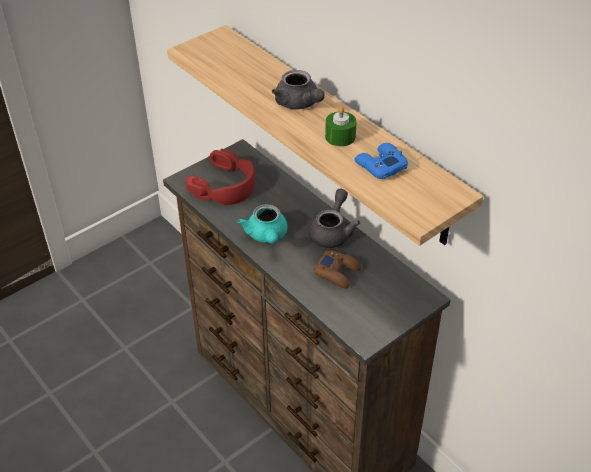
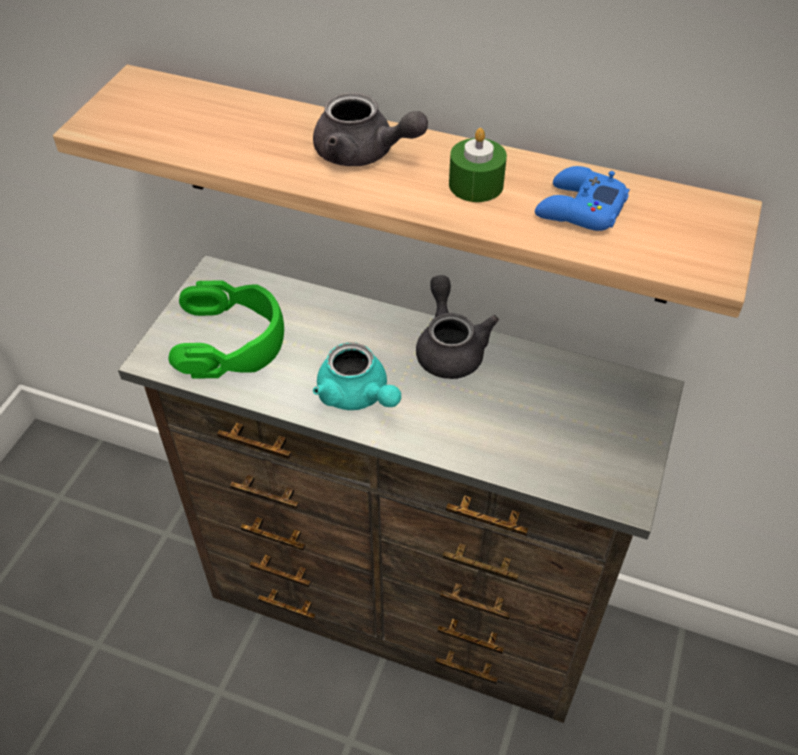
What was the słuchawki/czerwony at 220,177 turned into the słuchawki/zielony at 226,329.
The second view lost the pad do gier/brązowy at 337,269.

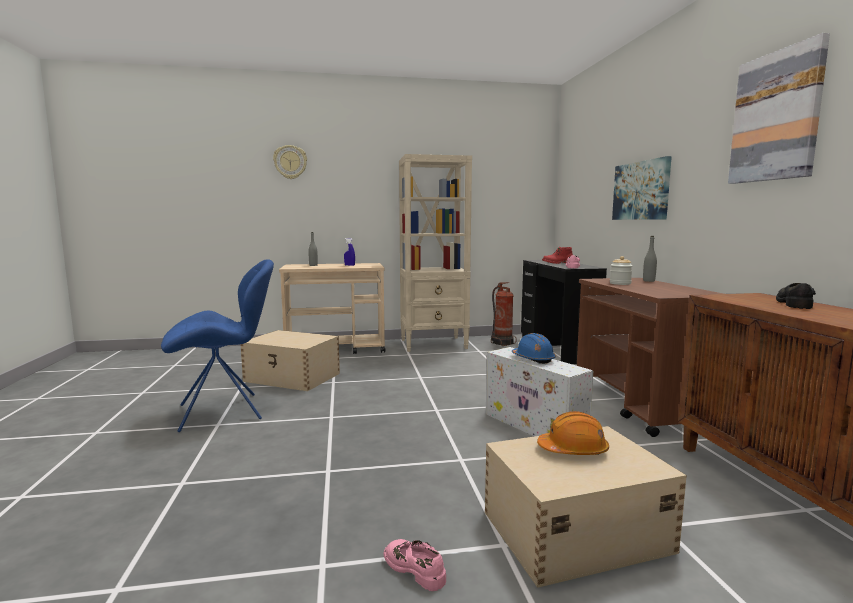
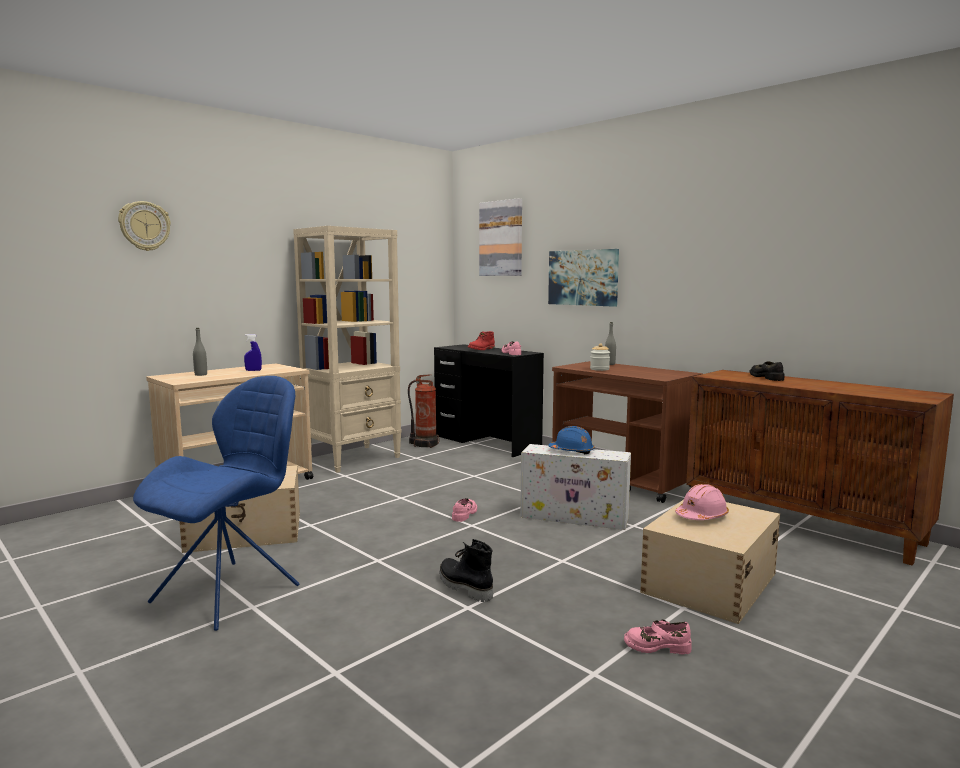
The obraz ended up elsewhere, having gone from 779,108 to 500,237.
What was the kask/pomarańczowy at 573,433 turned into the kask/różowy at 702,502.
The second view gained the but/różowy at 464,510.
The second view gained the but z cholewką/czarny at 466,570.

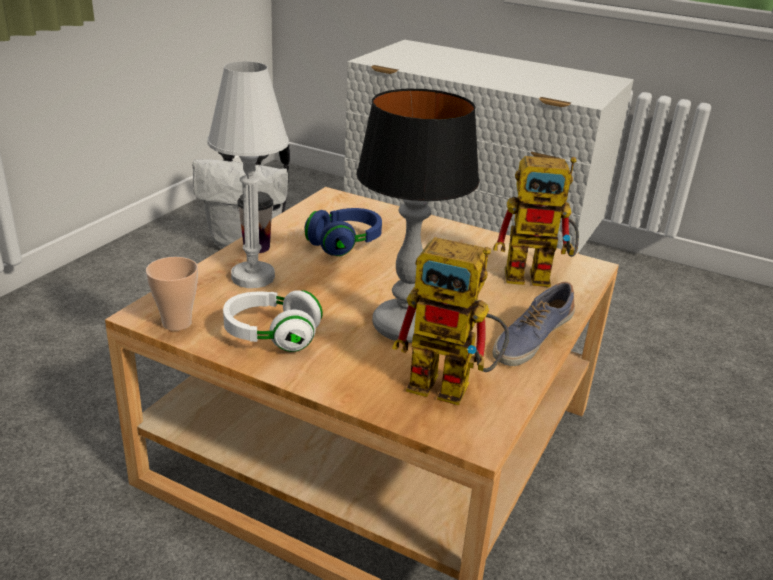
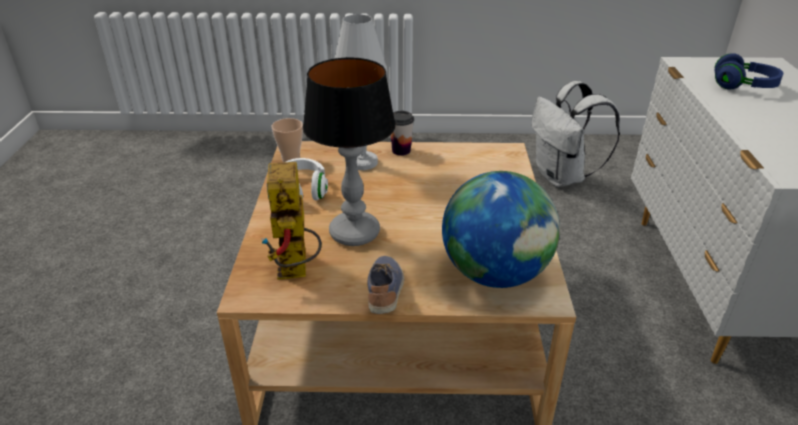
Where the robot zabawkowy stood at 536,221, the globus came to stand at 501,229.
The słuchawki/niebieski ended up elsewhere, having gone from 343,232 to 749,71.
The but at 534,324 ended up facing another way, 75 degrees clockwise from before.

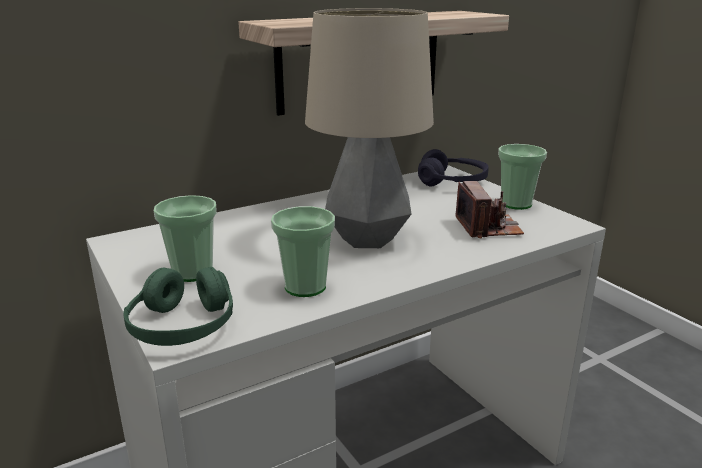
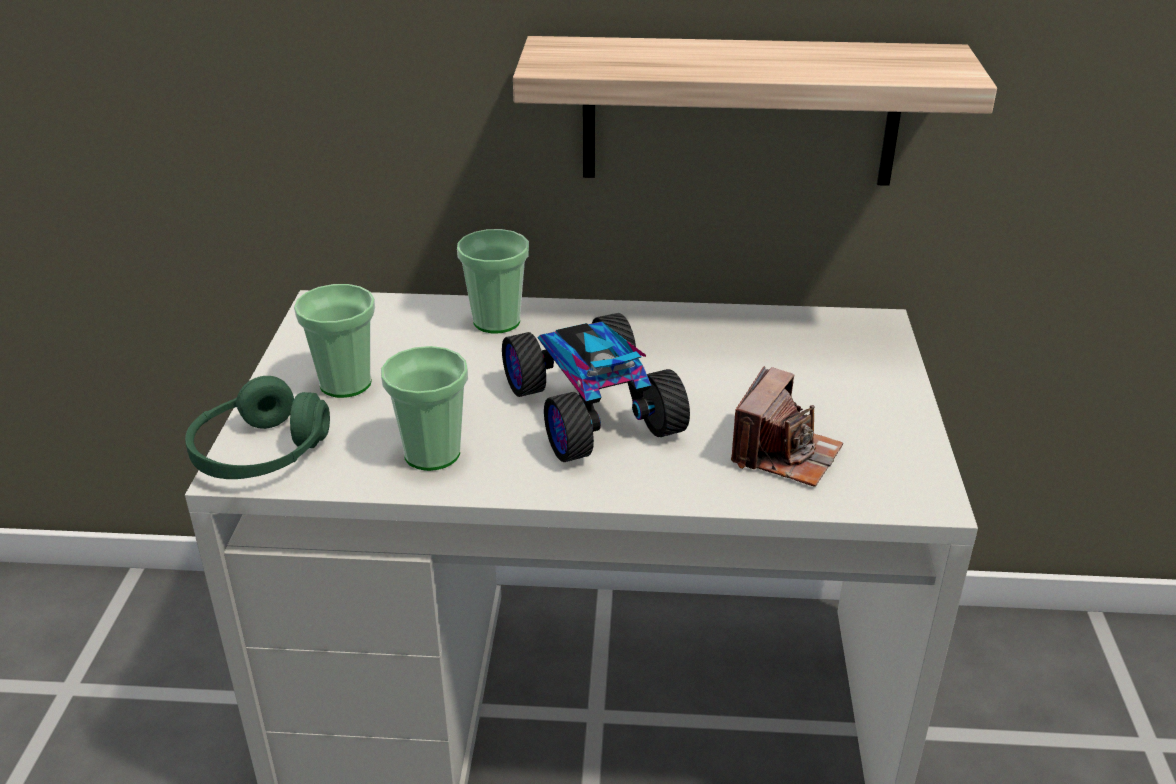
Where the lampa stołowa stood at 369,128, the samochodzik came to stand at 596,387.
The filiżanka ended up elsewhere, having gone from 522,177 to 493,281.
The second view lost the słuchawki/fioletowy at 453,167.

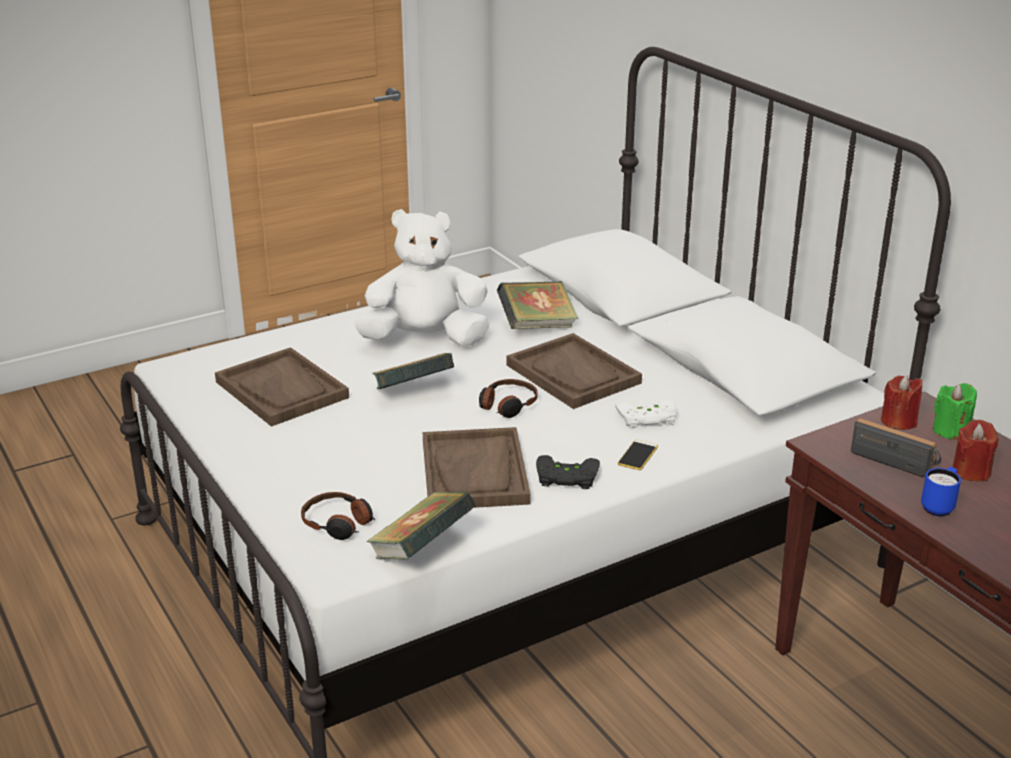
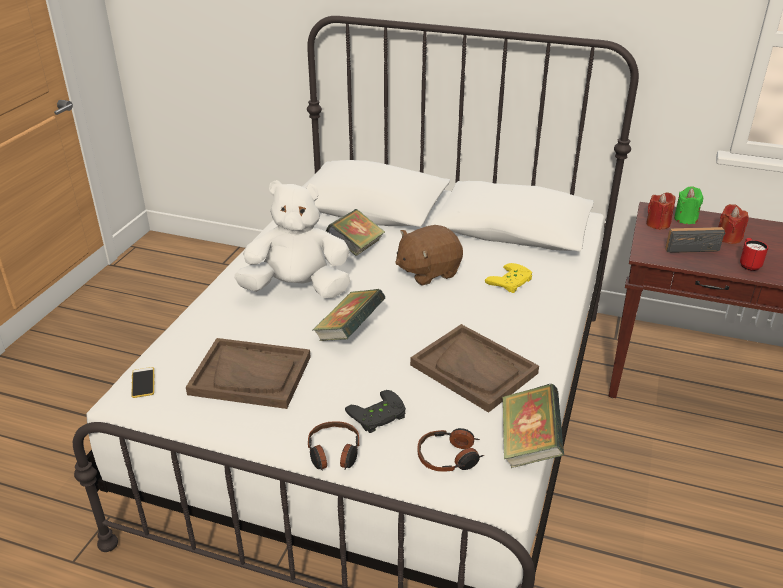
The pluszak/biały at 421,277 ended up facing another way, 45 degrees clockwise from before.
Where the taca/brązowy stood at 574,371, the pluszak/brązowy came to stand at 429,255.
The słuchawki ended up elsewhere, having gone from 508,398 to 333,446.
What was the pad do gier/biały at 645,413 turned into the pad do gier/żółty at 508,278.
The telefon ended up elsewhere, having gone from 638,455 to 142,382.
The pad do gier/czarny ended up elsewhere, having gone from 568,472 to 375,411.
What was the kubek/niebieski at 941,491 turned into the kubek/czerwony at 754,254.

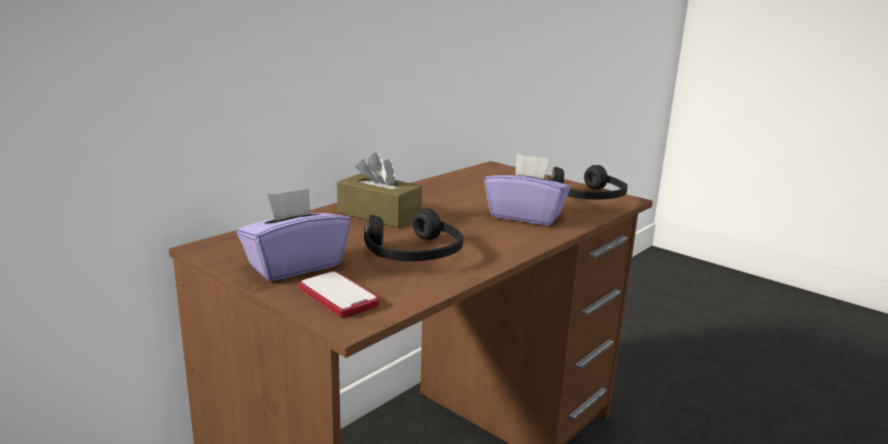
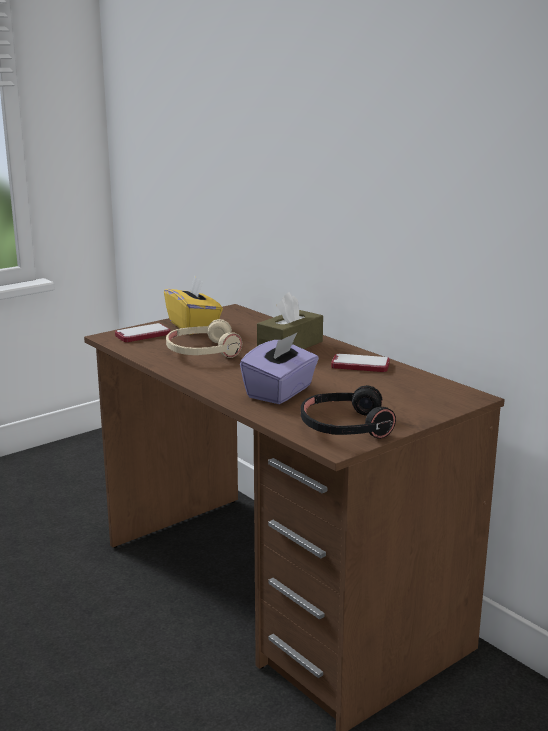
What was the pudełko chusteczek/fioletowy at 294,234 turned into the pudełko chusteczek/żółty at 193,305.
What was the słuchawki/czarny at 413,234 turned into the słuchawki/beżowy at 204,338.
The second view gained the telefon at 360,363.

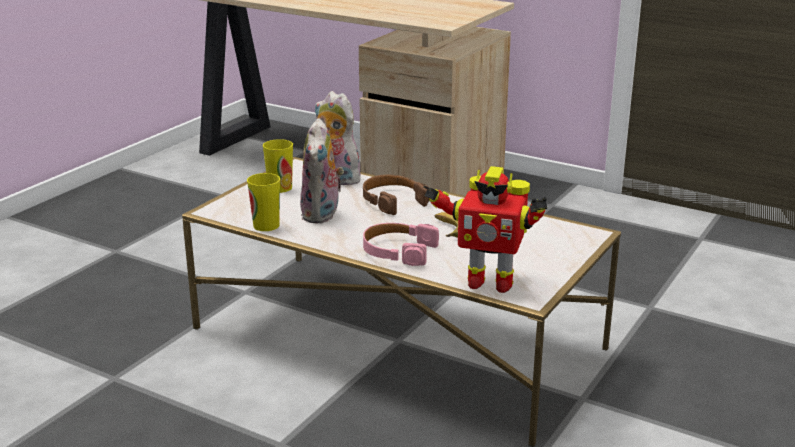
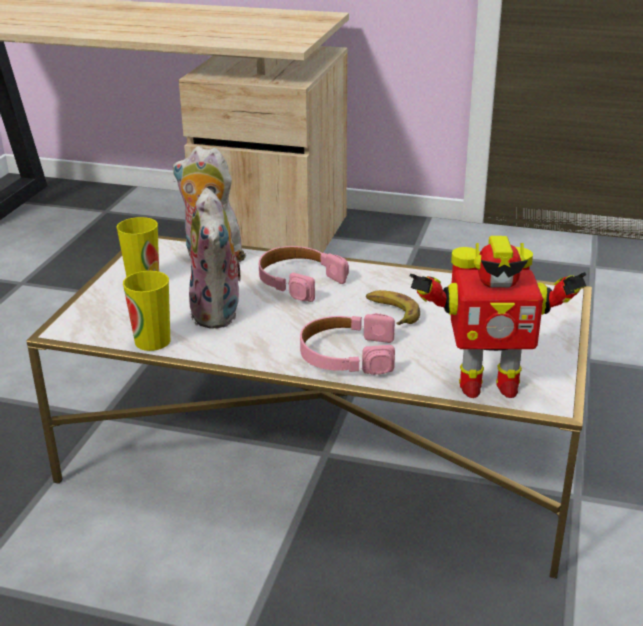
What was the słuchawki/brązowy at 396,195 turned into the słuchawki/różowy at 304,274.

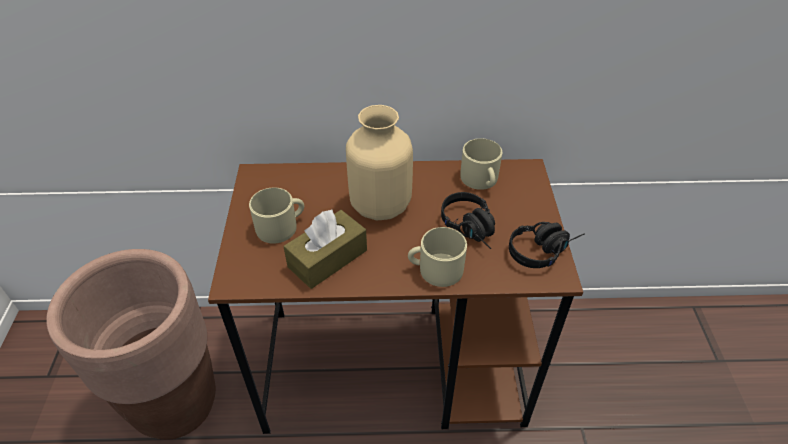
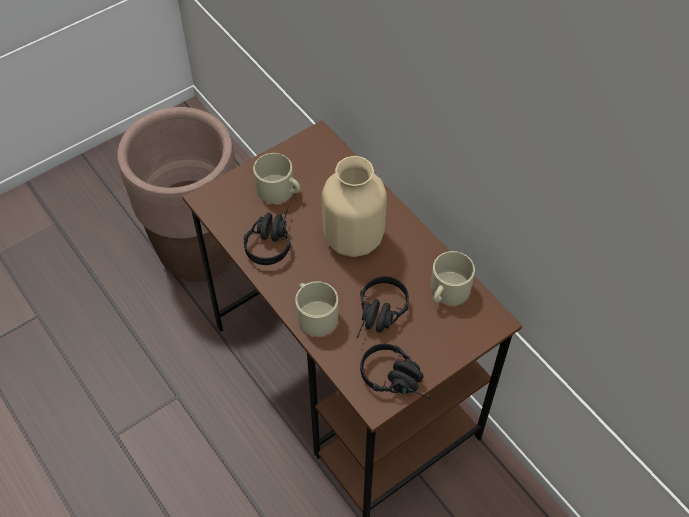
Where the pudełko chusteczek/brązowy stood at 325,249, the słuchawki/czarny came to stand at 267,235.

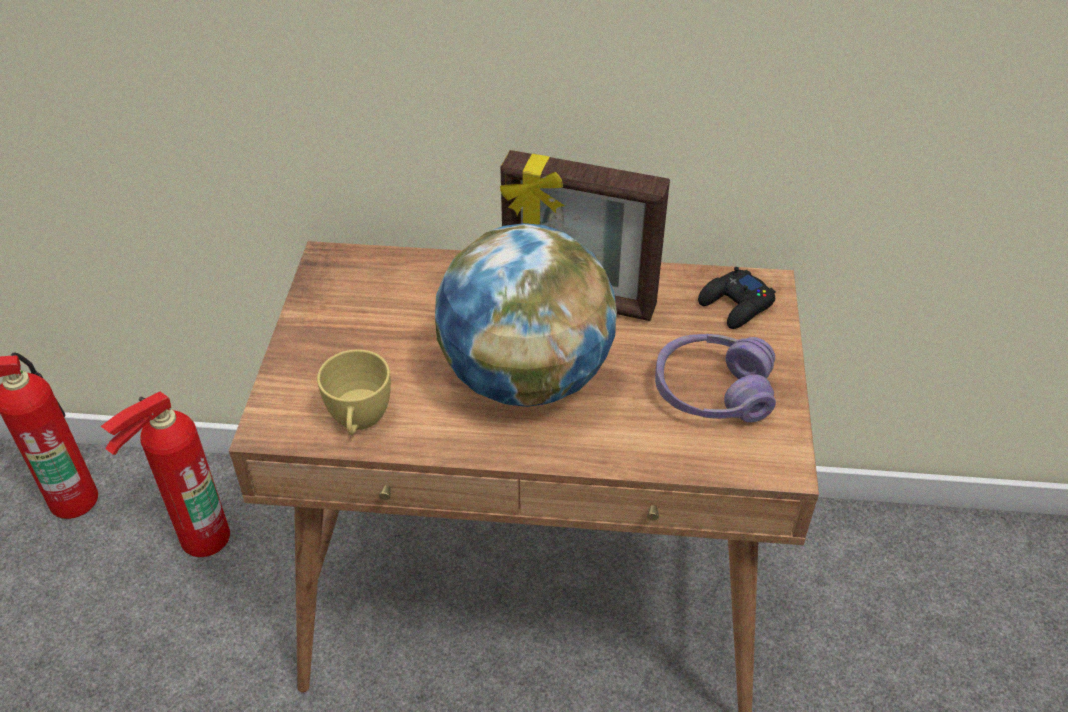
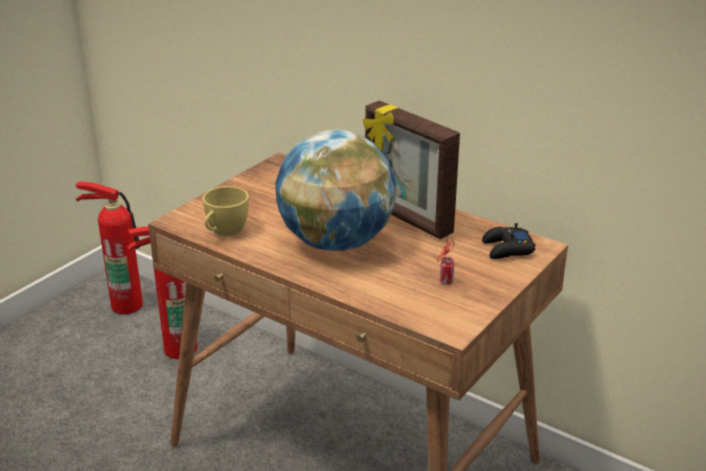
Where the słuchawki/fioletowy stood at 715,378, the puszka came to stand at 445,262.

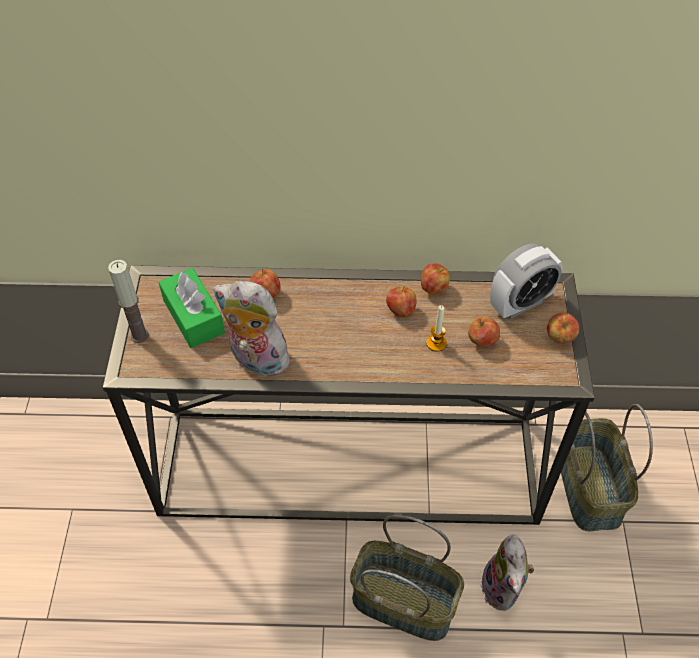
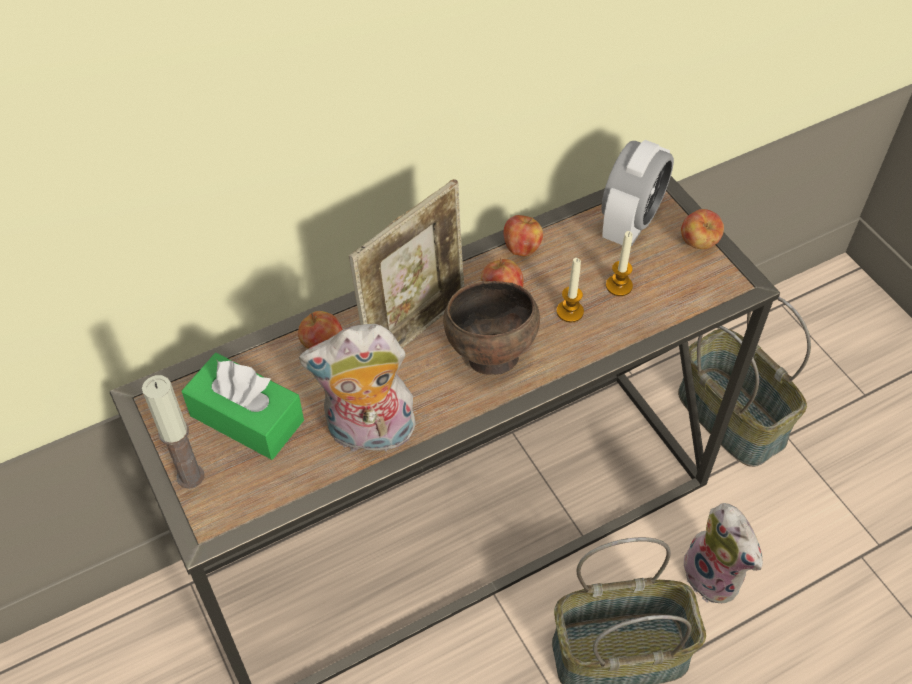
Where the jabłko stood at 484,332, the świeca came to stand at 619,263.
The second view gained the ramka na zdjęcie at 406,263.
The second view gained the miska/brązowy at 491,328.

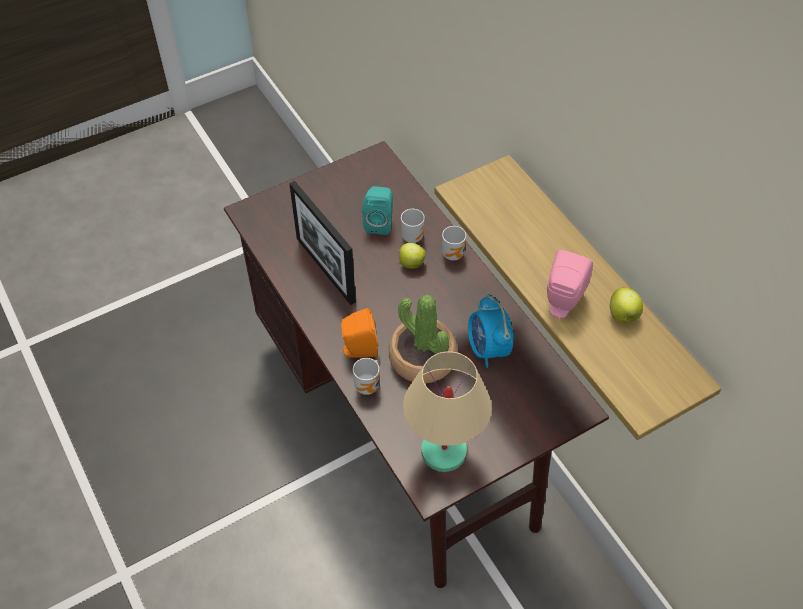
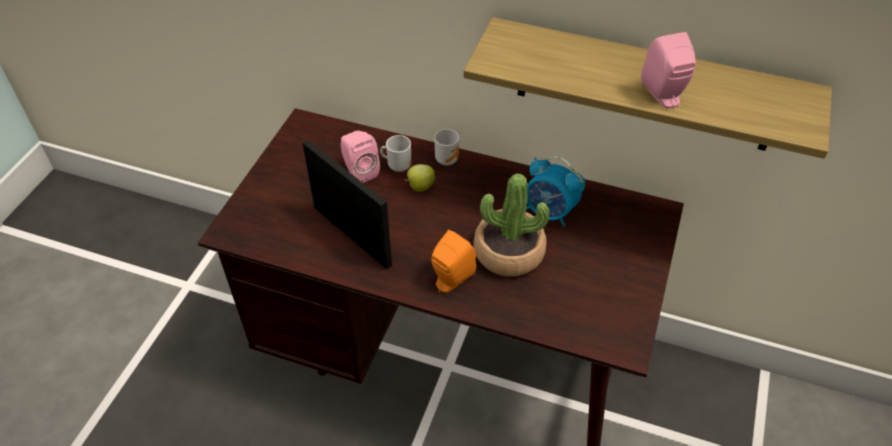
The ramka na zdjęcie at 322,243 ended up facing another way, 150 degrees counterclockwise from before.
What was the głośnik/turkusowy at 377,210 turned into the głośnik/różowy at 360,157.
The second view lost the jabłko at 626,305.
The second view lost the lampa stołowa/beżowy at 447,411.
The second view lost the kubek at 366,376.

